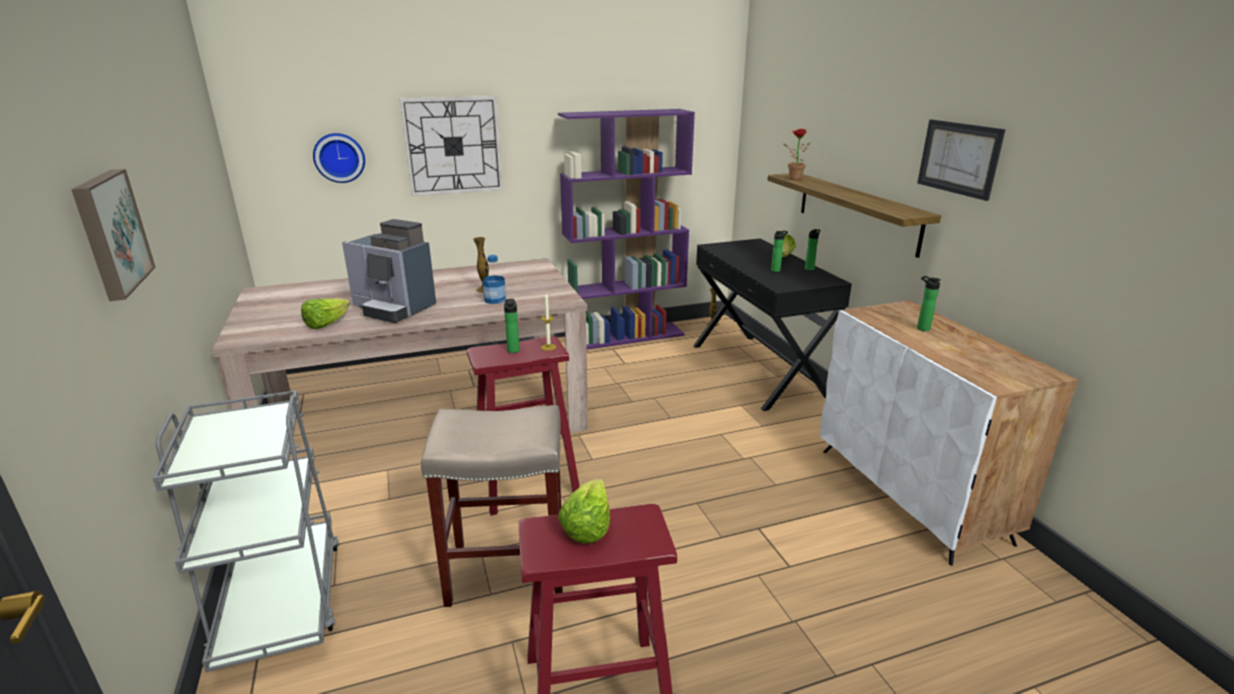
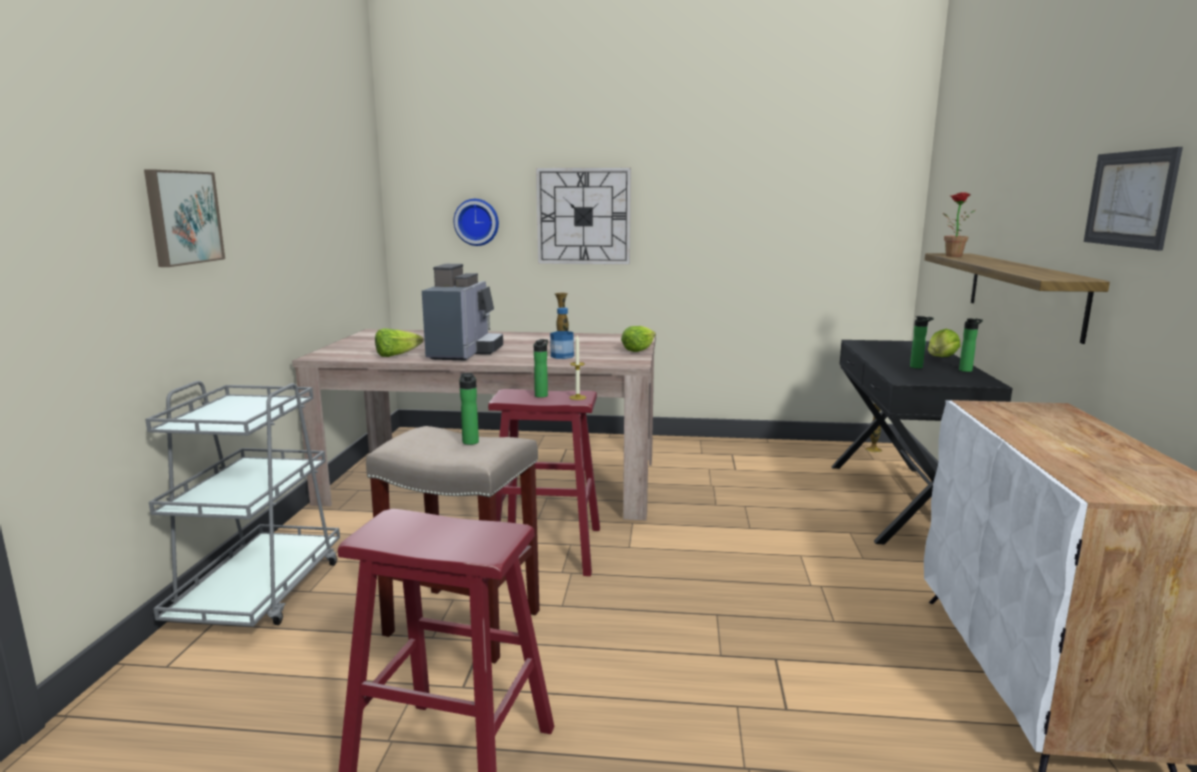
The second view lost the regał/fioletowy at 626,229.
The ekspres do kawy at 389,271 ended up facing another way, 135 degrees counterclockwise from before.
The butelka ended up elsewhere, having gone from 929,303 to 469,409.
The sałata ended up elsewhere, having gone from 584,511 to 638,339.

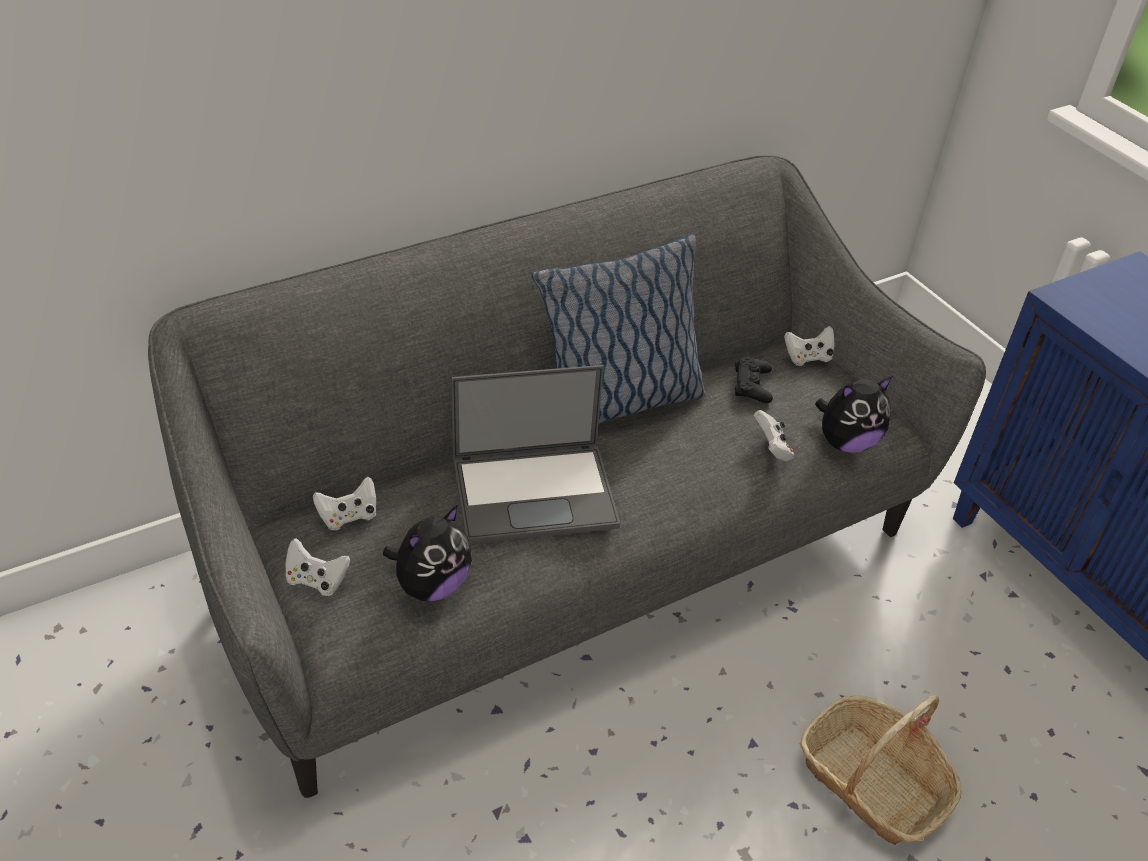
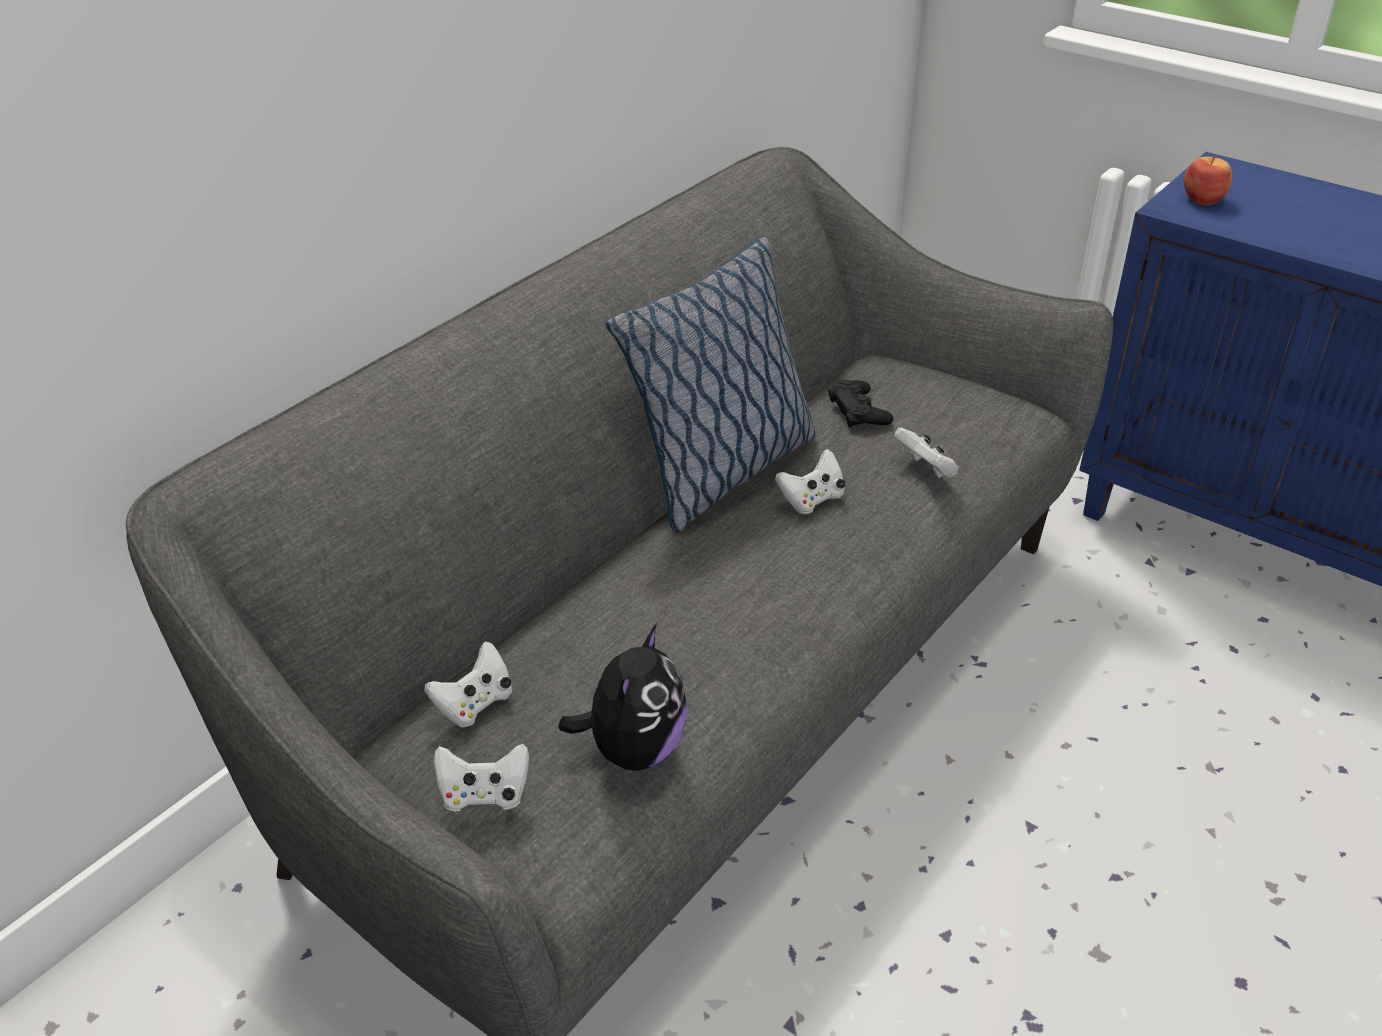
The pad do gier/biały ended up elsewhere, having gone from 809,346 to 810,481.
The second view lost the laptop at 535,454.
The second view lost the pluszak at 853,414.
The second view lost the koszyk at 881,770.
The second view gained the jabłko at 1208,181.

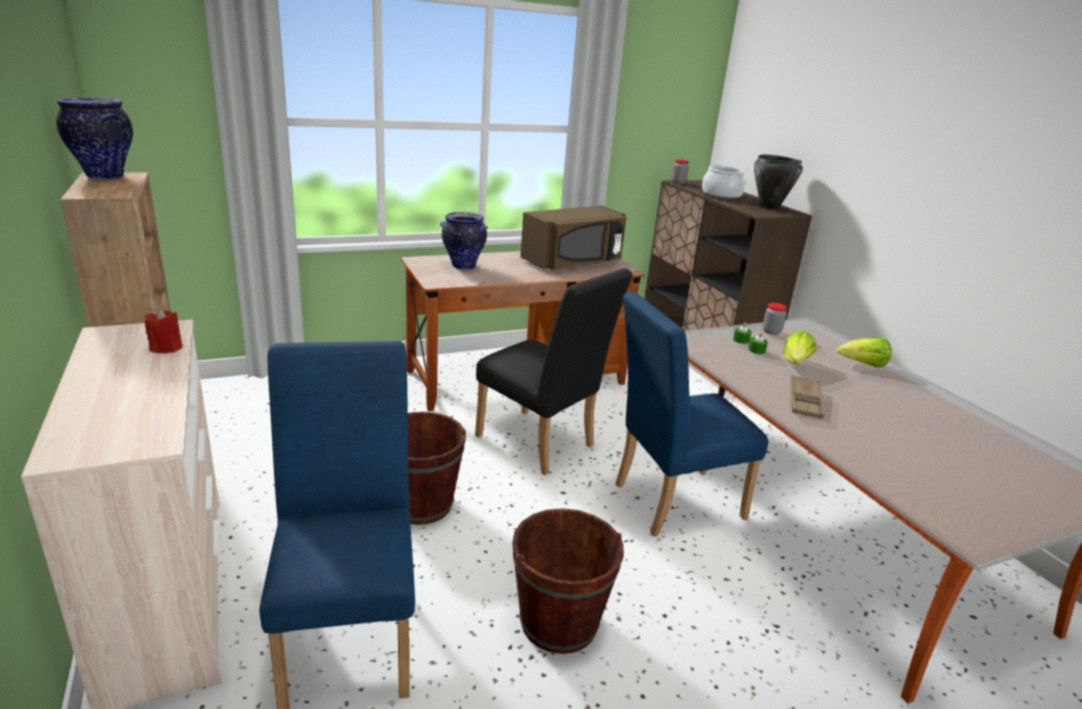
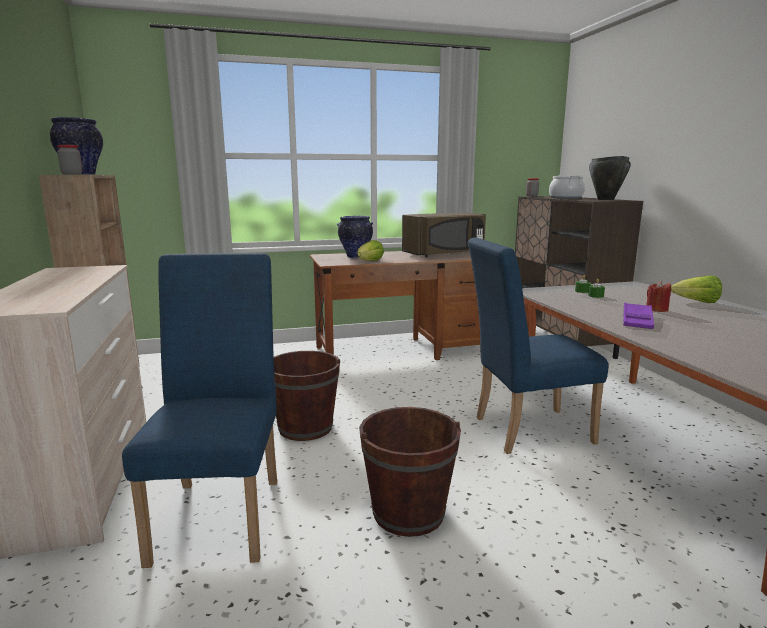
The second view lost the krzesło/czarny at 554,371.
The słoik ended up elsewhere, having gone from 774,319 to 70,160.
The świeca/czerwony ended up elsewhere, having gone from 163,331 to 658,296.
The sałata ended up elsewhere, having gone from 799,347 to 370,250.
What was the taca/brązowy at 807,397 turned into the taca/fioletowy at 638,315.

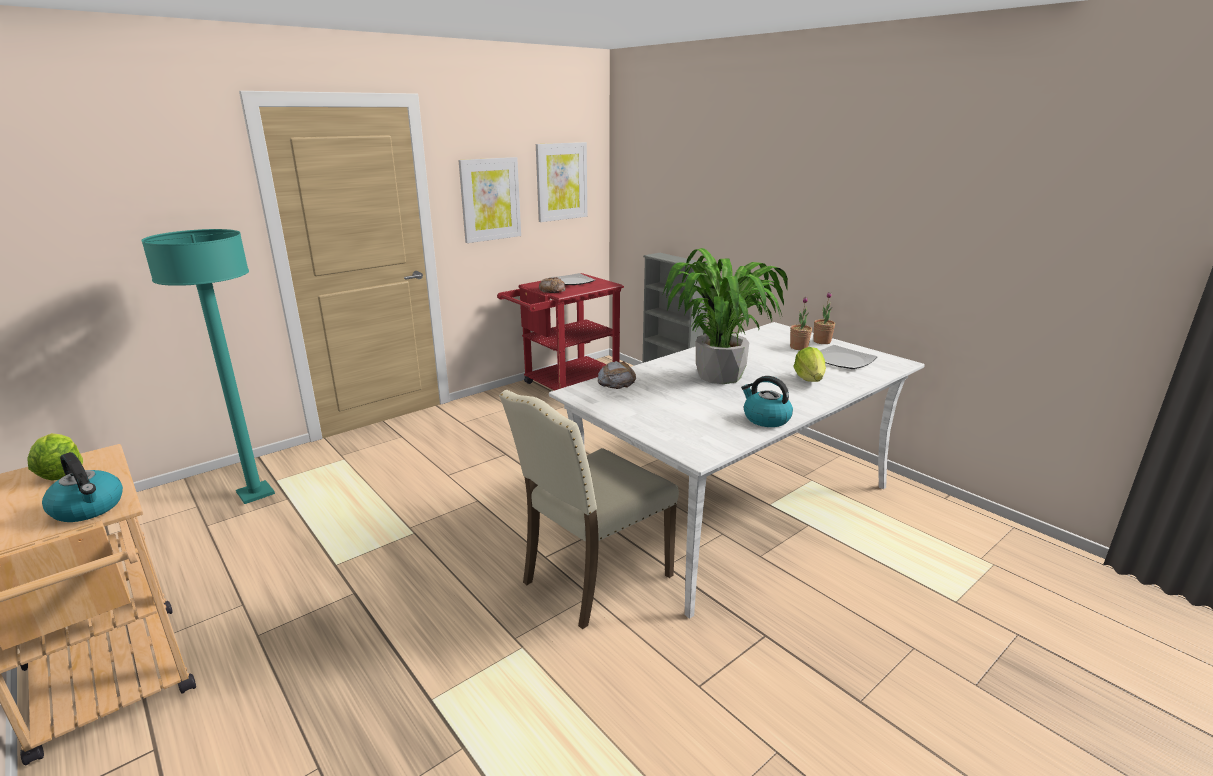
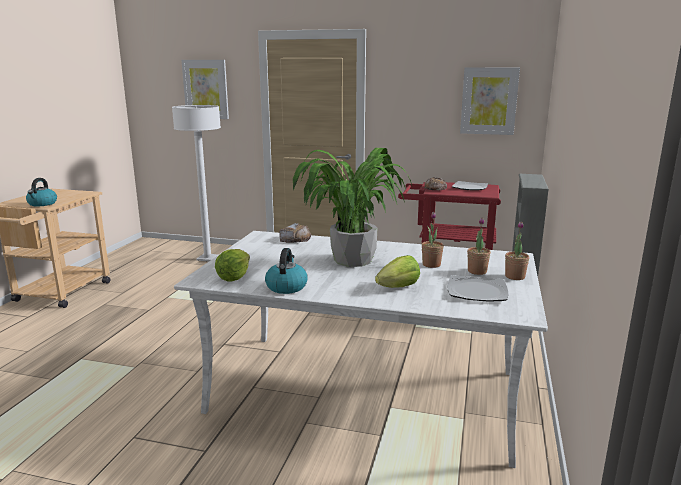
The obraz ended up elsewhere, having gone from 489,200 to 205,89.
What was the lampa stojąca/turkusowy at 208,366 turned into the lampa stojąca/biały at 196,183.
The second view lost the krzesło/beżowy at 589,509.
The sałata ended up elsewhere, having gone from 55,457 to 232,265.
The second view gained the roślina doniczkowa at 433,240.

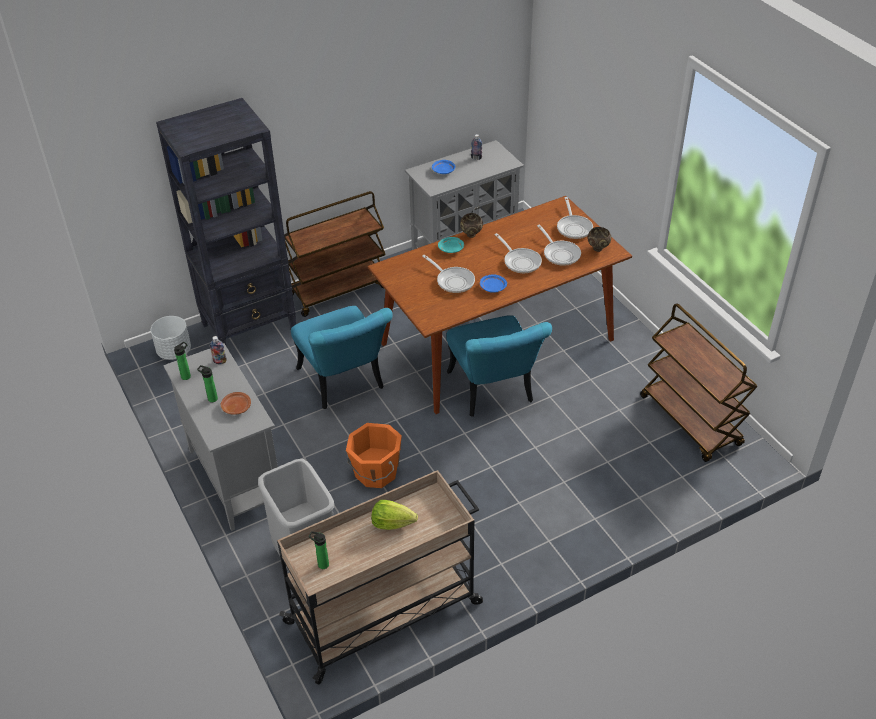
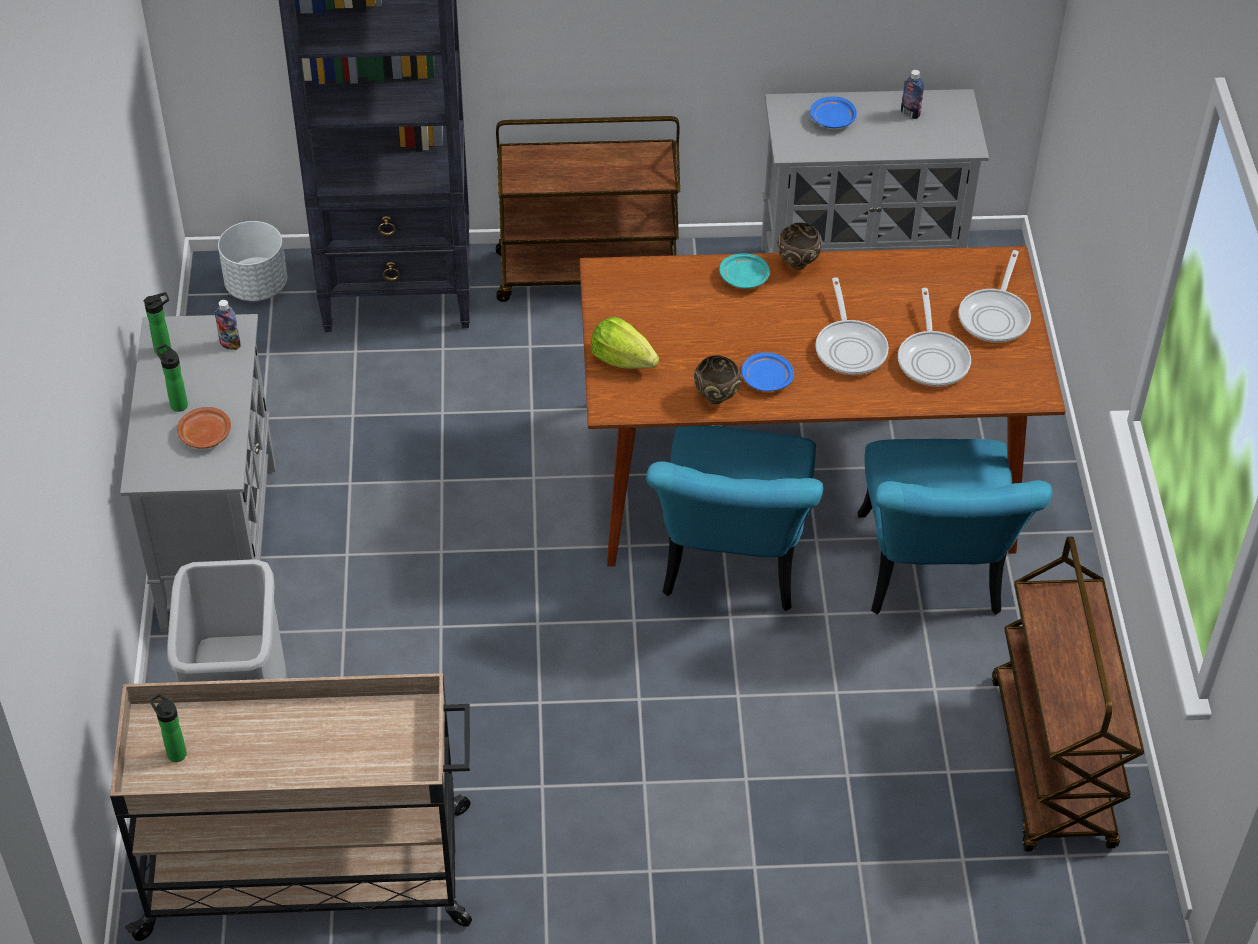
The miska/brązowy ended up elsewhere, having gone from 599,239 to 717,379.
The second view lost the patelnia at 448,274.
The krzesło/turkusowy ended up elsewhere, having gone from 341,357 to 955,526.
The second view lost the wiadro/pomarańczowy at 374,455.
The sałata ended up elsewhere, having gone from 394,515 to 625,343.

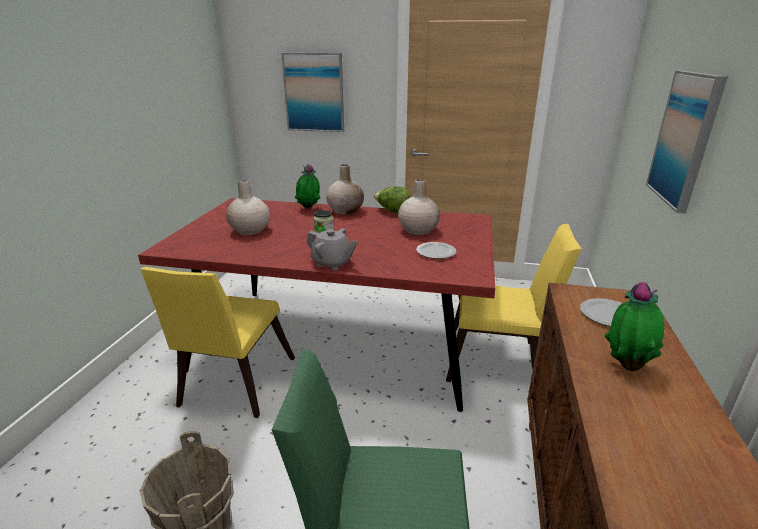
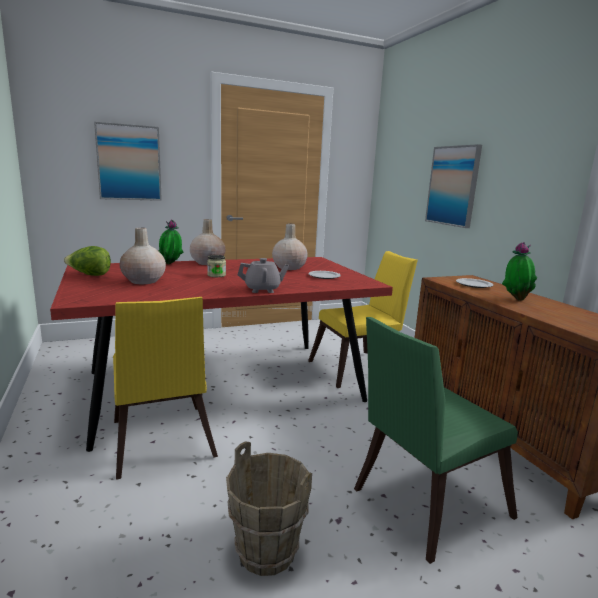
The sałata ended up elsewhere, having gone from 392,199 to 87,261.

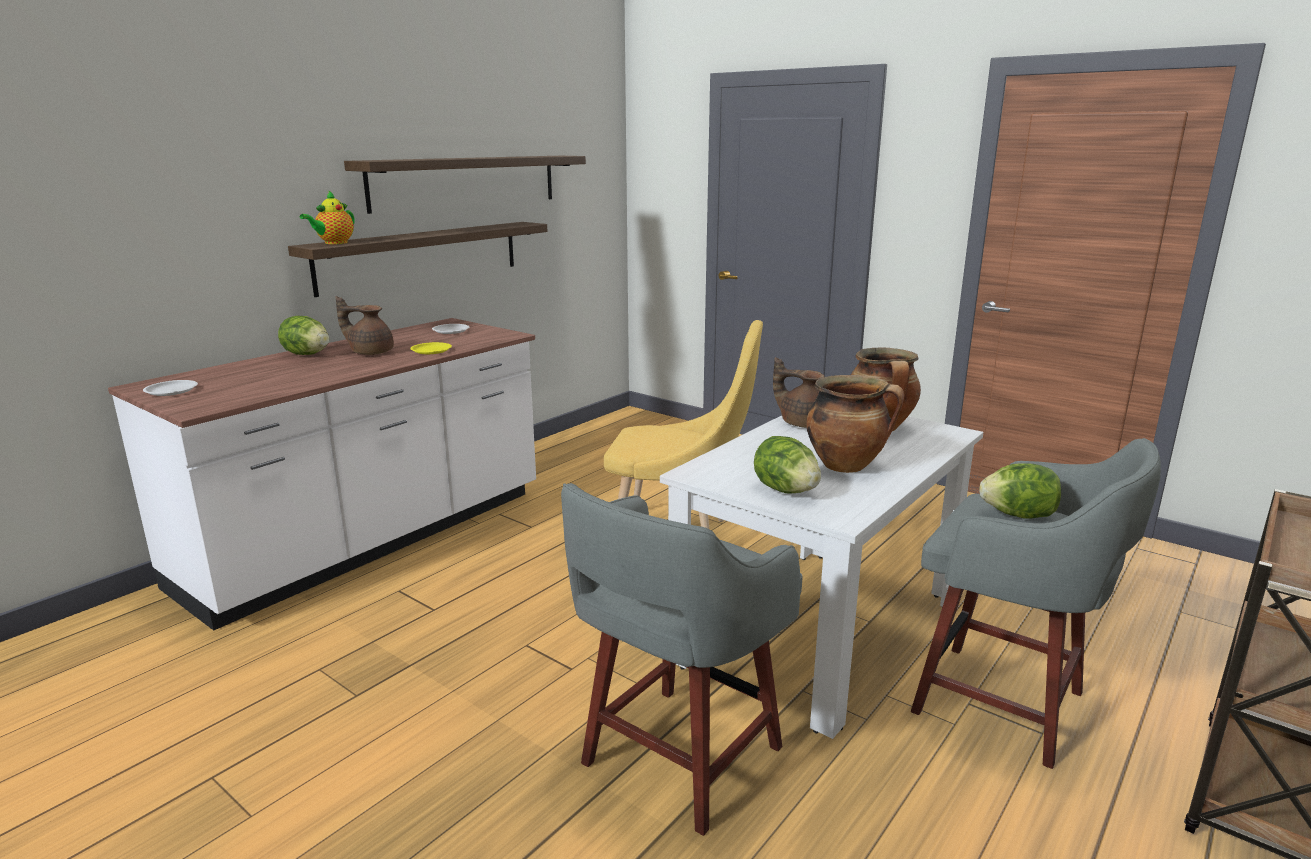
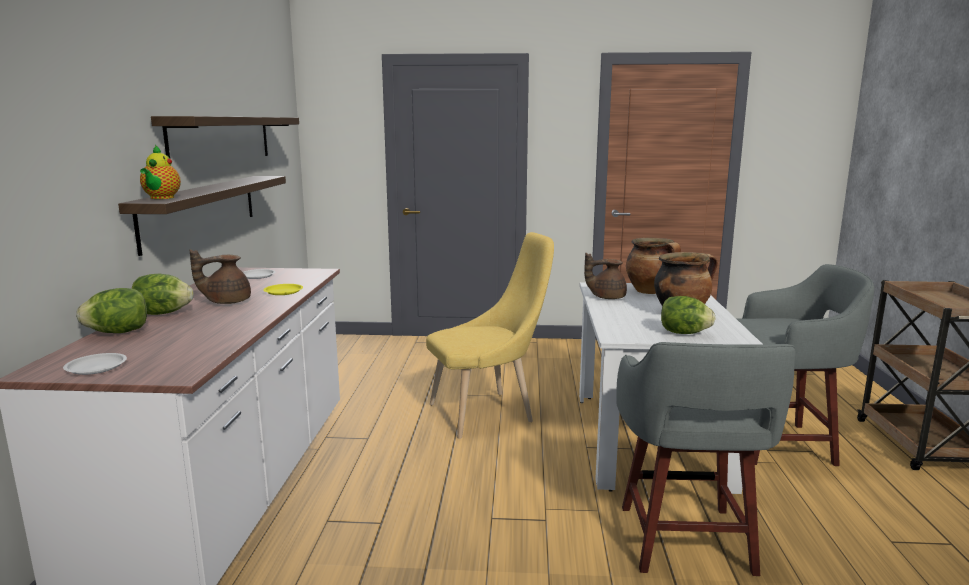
The sałata ended up elsewhere, having gone from 1020,490 to 111,310.

